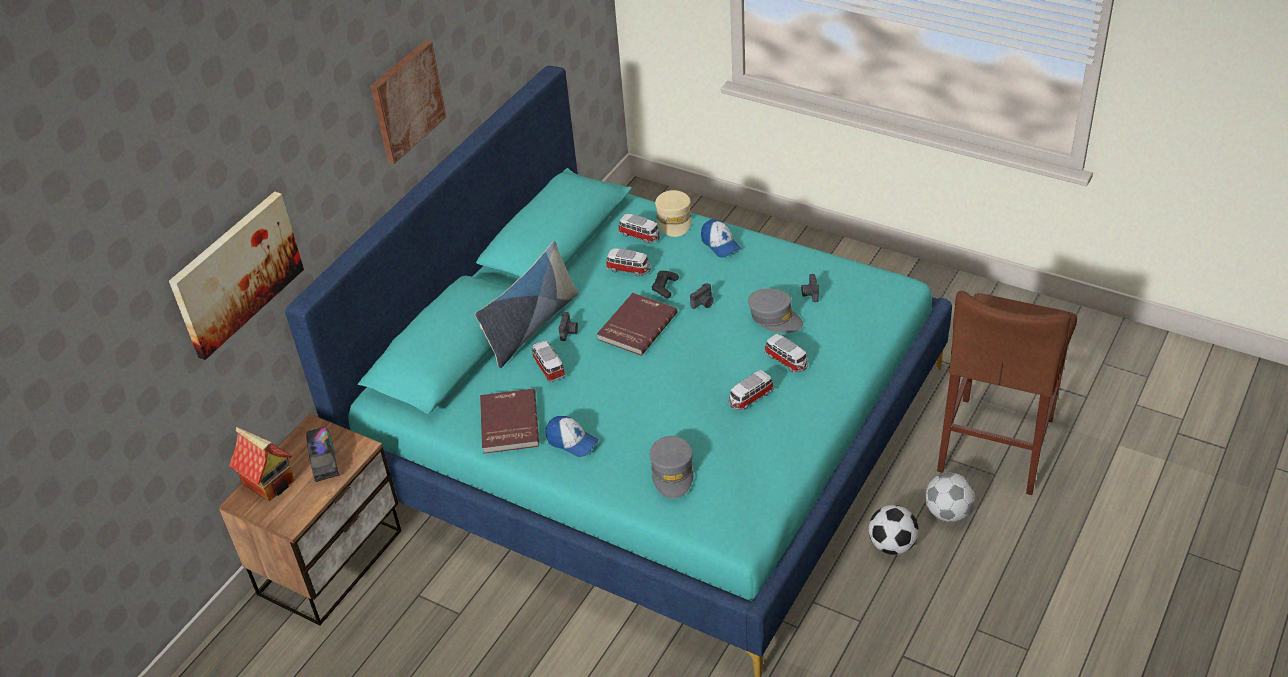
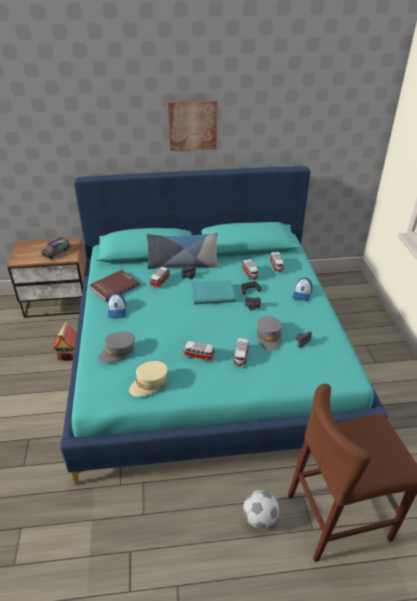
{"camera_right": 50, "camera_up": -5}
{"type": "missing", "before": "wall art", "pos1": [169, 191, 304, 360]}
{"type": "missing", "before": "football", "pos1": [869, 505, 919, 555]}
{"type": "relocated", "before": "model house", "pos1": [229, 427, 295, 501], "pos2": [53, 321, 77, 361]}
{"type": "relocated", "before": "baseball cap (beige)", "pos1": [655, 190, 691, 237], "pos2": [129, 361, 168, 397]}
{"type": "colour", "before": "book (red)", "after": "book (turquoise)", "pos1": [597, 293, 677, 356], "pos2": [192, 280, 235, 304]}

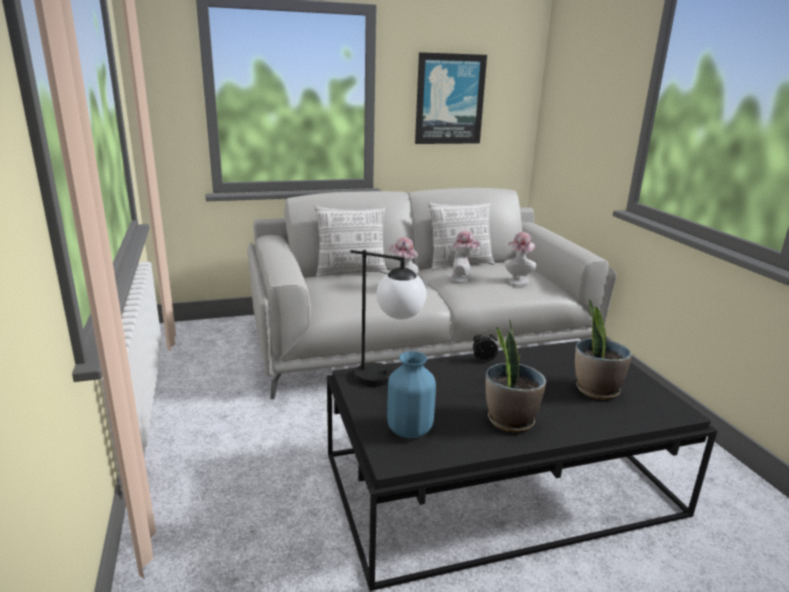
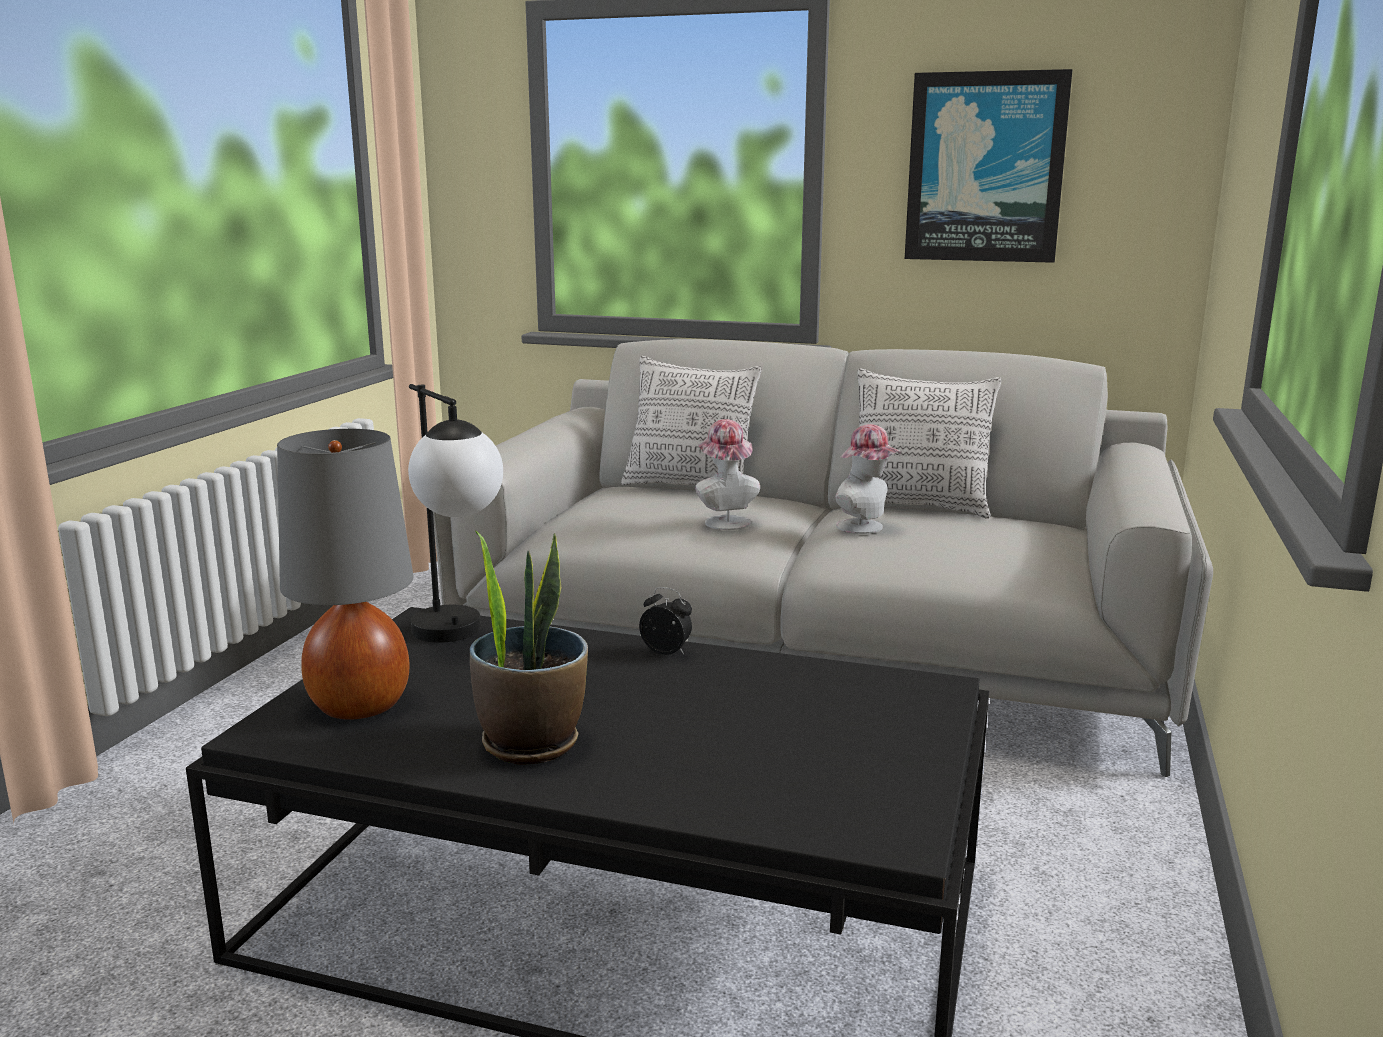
{"camera_right": 35, "camera_up": -5}
{"type": "missing", "before": "wearable hat", "pos1": [504, 232, 536, 285]}
{"type": "missing", "before": "houseplant", "pos1": [575, 299, 632, 400]}
{"type": "exchanged", "before": "vase (bluish)", "after": "tabletop lamp (gray)", "pos1": [387, 351, 436, 438], "pos2": [277, 429, 414, 720]}

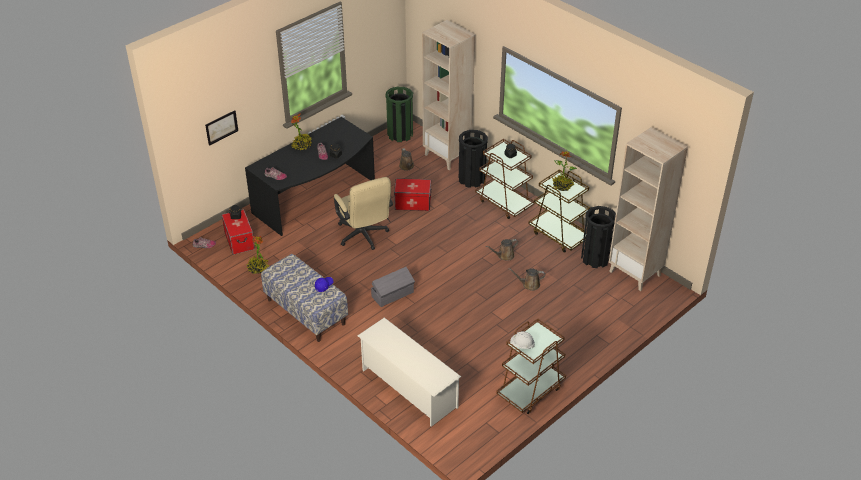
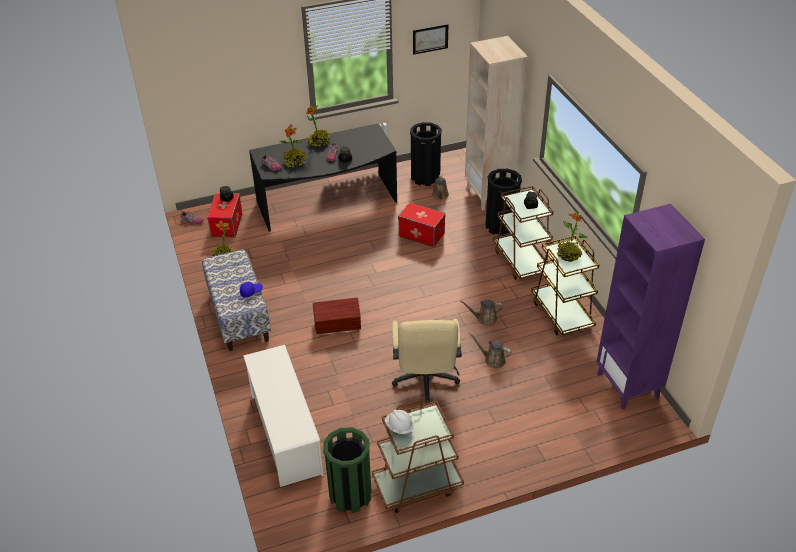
{"camera_right": 25, "camera_up": 0}
{"type": "appeared", "after": "houseplant", "pos2": [280, 124, 305, 168]}
{"type": "relocated", "before": "wall art", "pos1": [205, 110, 238, 146], "pos2": [413, 24, 448, 55]}
{"type": "relocated", "before": "desk chair (beige)", "pos1": [334, 177, 393, 250], "pos2": [392, 319, 462, 403]}
{"type": "relocated", "before": "rubbish bin (greenish)", "pos1": [385, 87, 413, 142], "pos2": [323, 427, 372, 513]}
{"type": "relocated", "before": "rubbish bin (black-coloured)", "pos1": [581, 206, 616, 268], "pos2": [410, 122, 442, 186]}
{"type": "colour", "before": "storage container (gray)", "after": "storage container (brown-coloured)", "pos1": [371, 267, 415, 307], "pos2": [313, 298, 361, 334]}
{"type": "colour", "before": "bookshelf (beige)", "after": "bookshelf (purple)", "pos1": [609, 127, 688, 291], "pos2": [596, 204, 705, 409]}

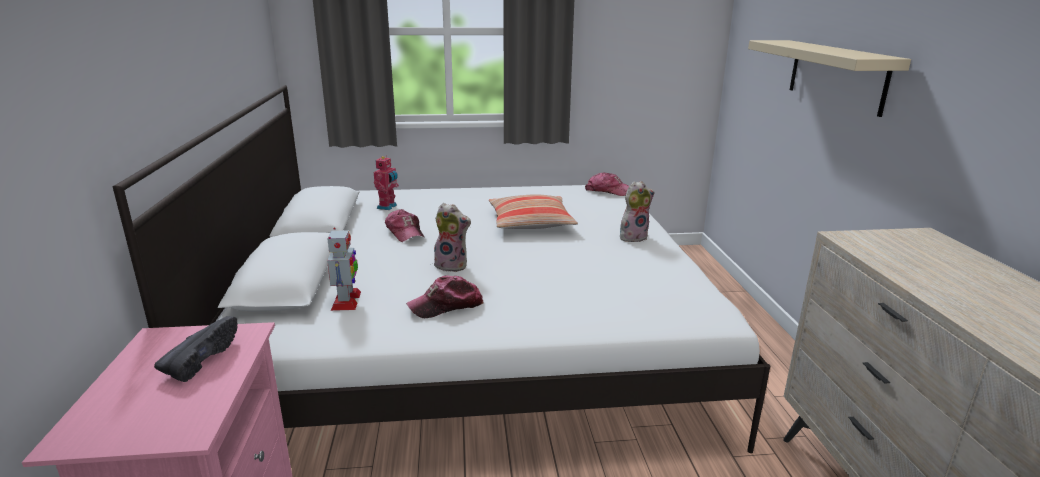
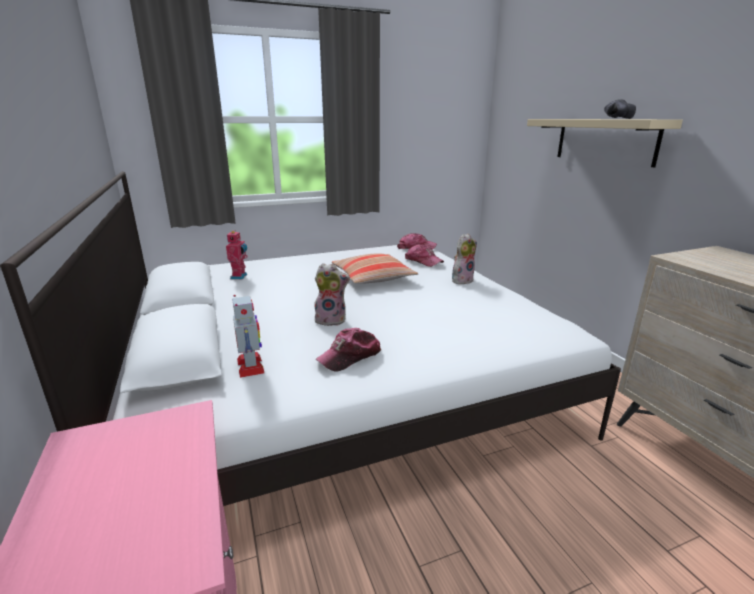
{"camera_right": -15, "camera_up": 0}
{"type": "relocated", "before": "item of footwear (black-coloured)", "pos1": [154, 316, 237, 382], "pos2": [604, 99, 636, 119]}
{"type": "relocated", "before": "baseball cap", "pos1": [385, 209, 424, 242], "pos2": [405, 244, 444, 267]}

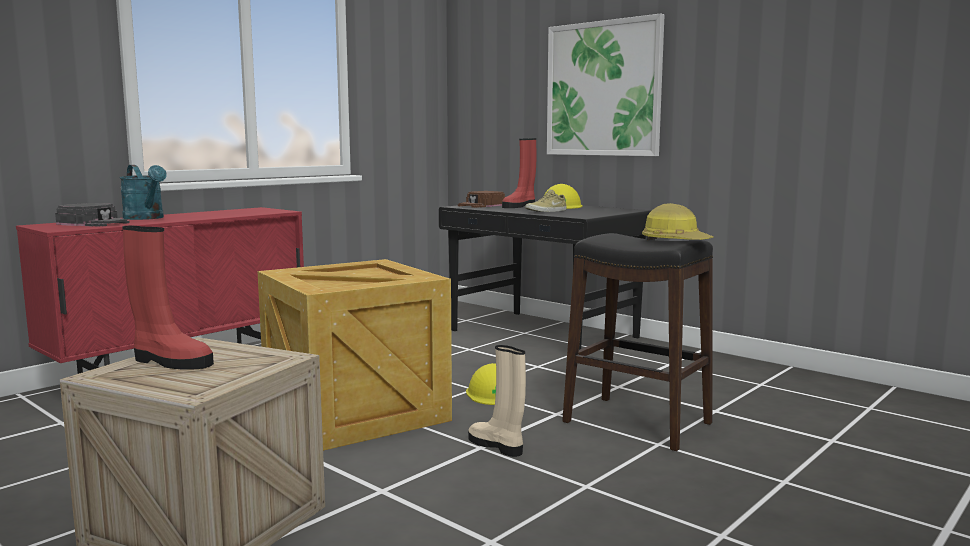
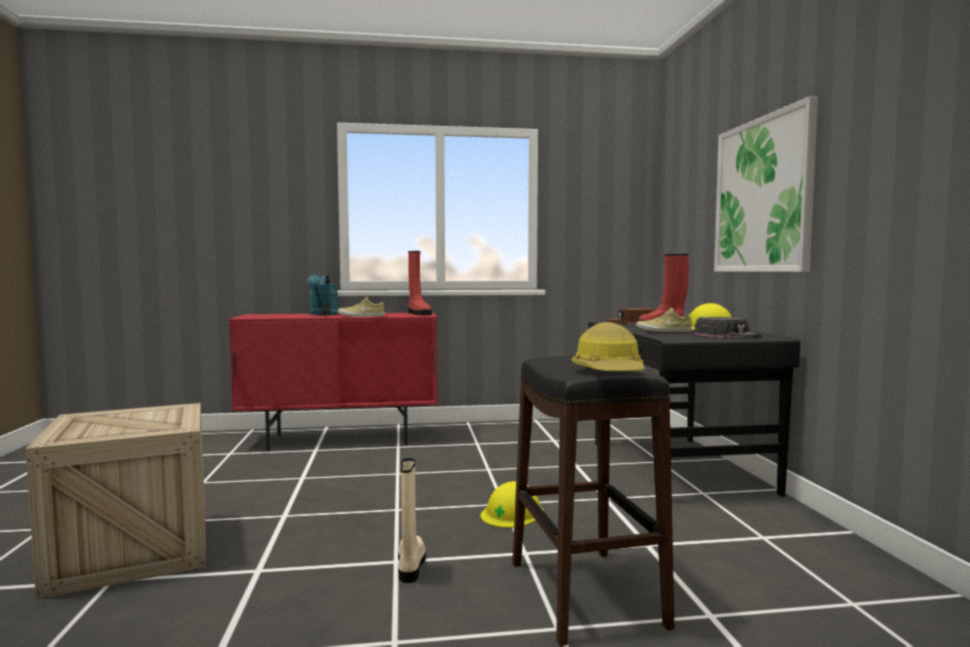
{"camera_right": 40, "camera_up": -5}
{"type": "missing", "before": "crate", "pos1": [257, 259, 452, 451]}
{"type": "appeared", "after": "item of footwear (beige)", "pos2": [338, 296, 385, 317]}
{"type": "relocated", "before": "baseball cap (black-coloured)", "pos1": [55, 203, 130, 227], "pos2": [695, 317, 762, 339]}
{"type": "relocated", "before": "high-top boot (red)", "pos1": [122, 226, 214, 369], "pos2": [408, 251, 432, 315]}

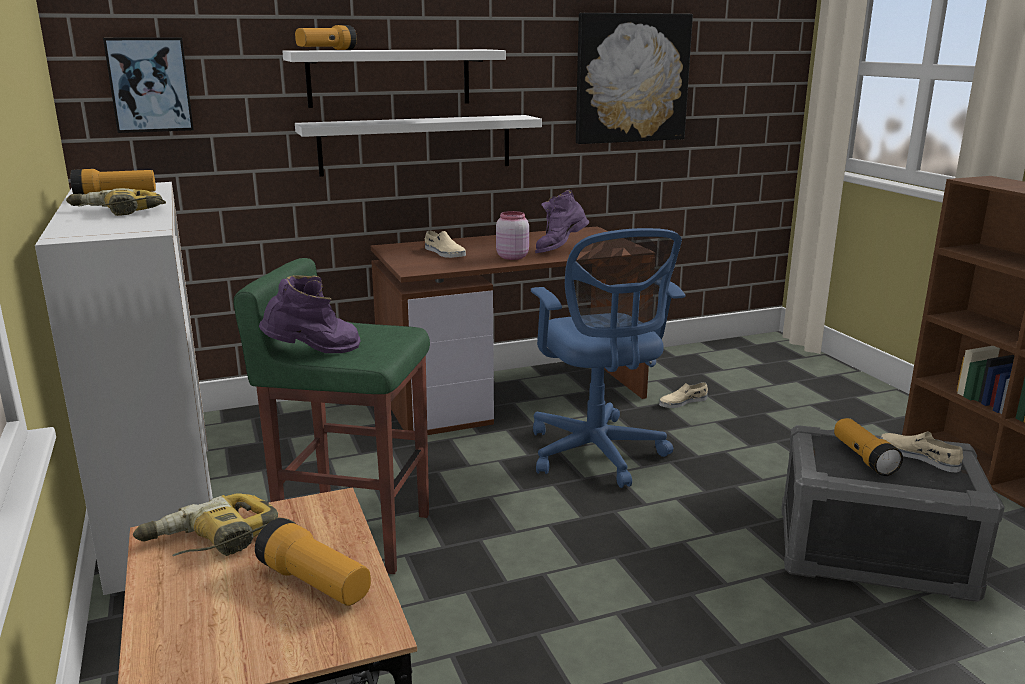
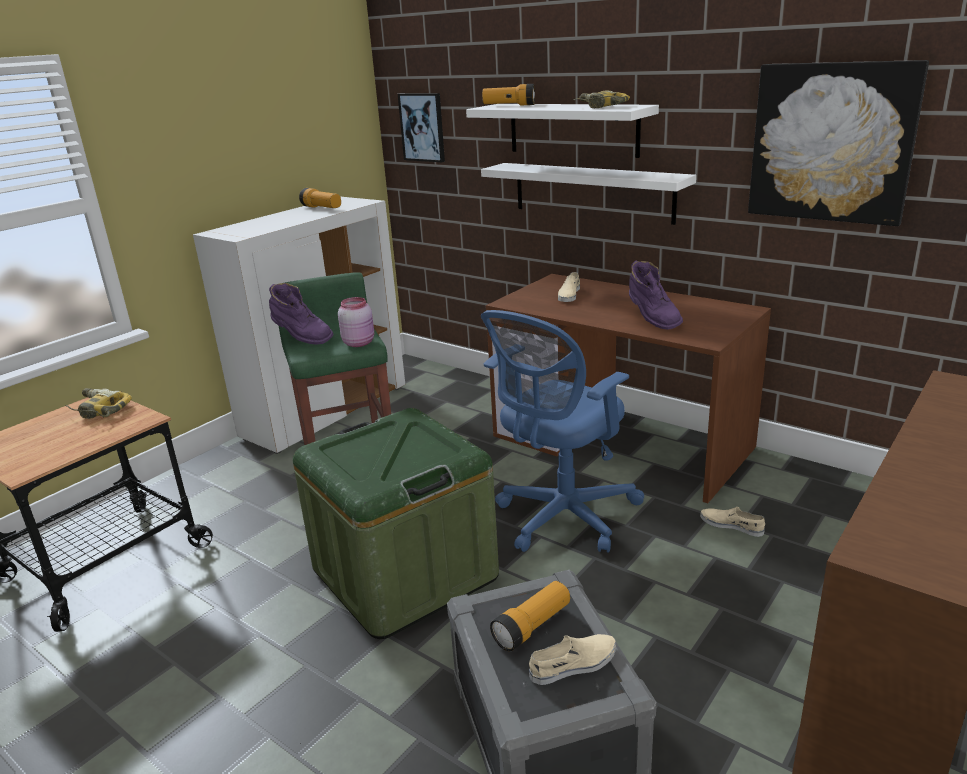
{"camera_right": 60, "camera_up": 5}
{"type": "missing", "before": "hand torch", "pos1": [255, 518, 371, 606]}
{"type": "appeared", "after": "storage container (greenish)", "pos2": [293, 408, 499, 639]}
{"type": "relocated", "before": "electric drill", "pos1": [66, 188, 166, 216], "pos2": [573, 91, 630, 108]}
{"type": "relocated", "before": "jar (pinkish)", "pos1": [496, 211, 529, 260], "pos2": [338, 297, 374, 347]}
{"type": "spun", "before": "high-top boot (purple)", "pos1": [535, 190, 589, 253], "pos2": [629, 260, 683, 330], "turn": -135}
{"type": "spun", "before": "item of footwear (beige)", "pos1": [880, 431, 963, 473], "pos2": [529, 634, 616, 685], "turn": 45}

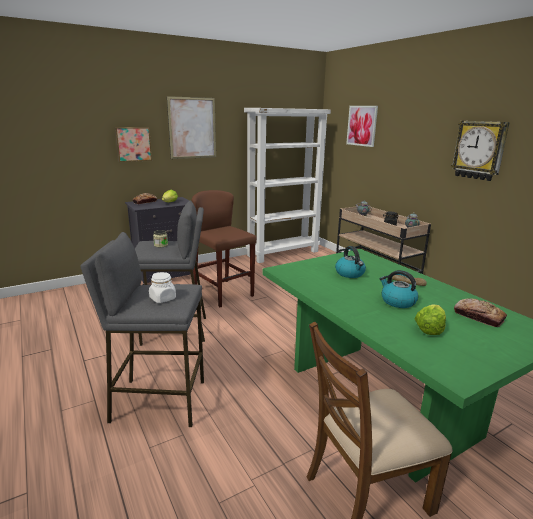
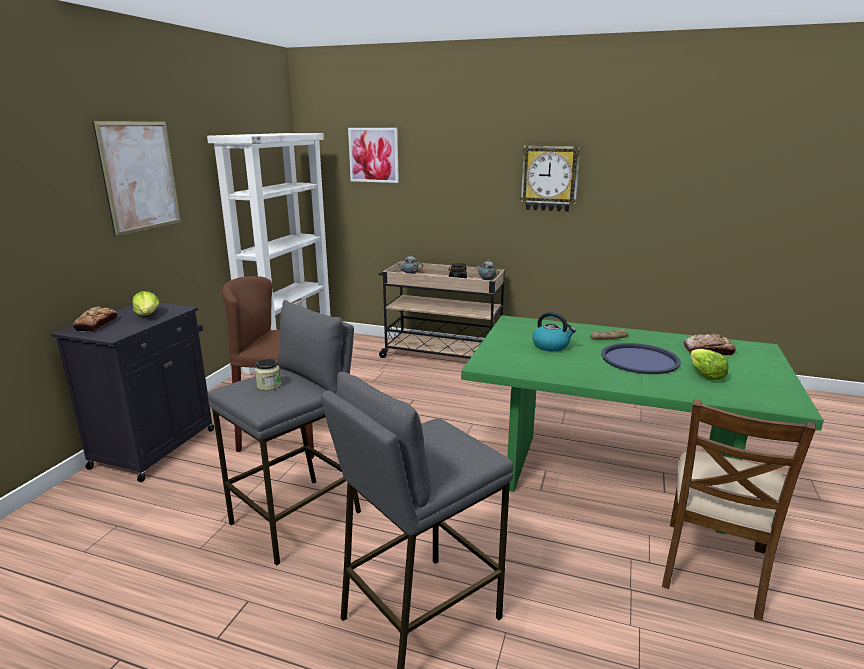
{"camera_right": -40, "camera_up": 0}
{"type": "missing", "before": "wall art", "pos1": [115, 127, 152, 162]}
{"type": "missing", "before": "jar (white)", "pos1": [149, 272, 176, 303]}
{"type": "exchanged", "before": "tea kettle", "after": "carrying tray (bluish)", "pos1": [380, 270, 418, 308], "pos2": [601, 343, 681, 374]}

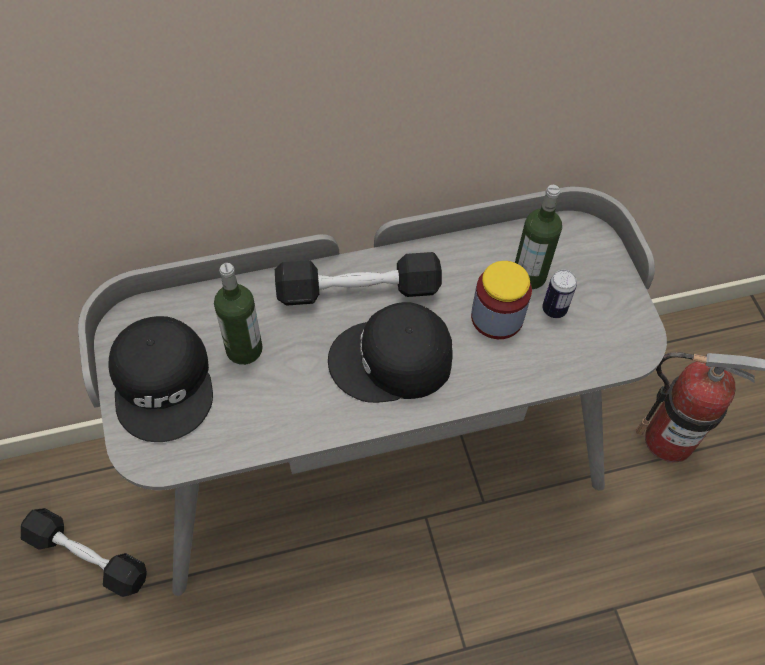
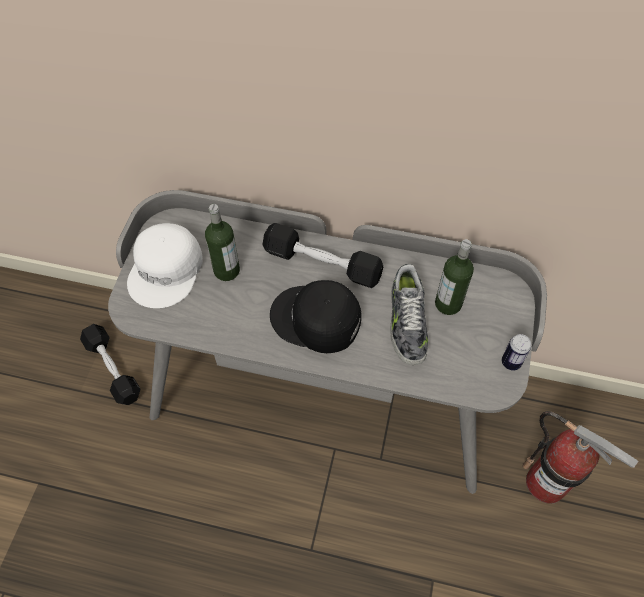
{"camera_right": 30, "camera_up": 0}
{"type": "relocated", "before": "metal can", "pos1": [542, 270, 577, 318], "pos2": [502, 334, 531, 370]}
{"type": "exchanged", "before": "jar", "after": "item of footwear", "pos1": [471, 261, 532, 339], "pos2": [390, 264, 428, 365]}
{"type": "colour", "before": "baseball cap (black-coloured)", "after": "baseball cap (white)", "pos1": [109, 316, 213, 442], "pos2": [127, 223, 203, 308]}

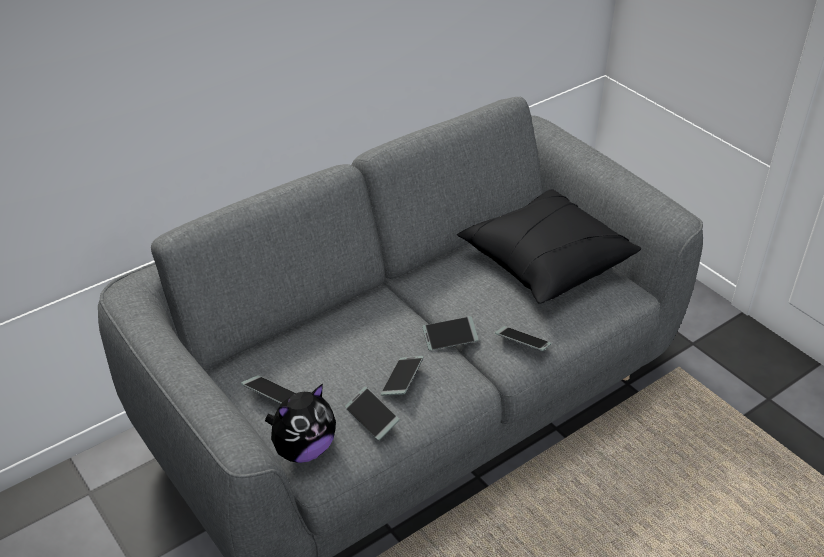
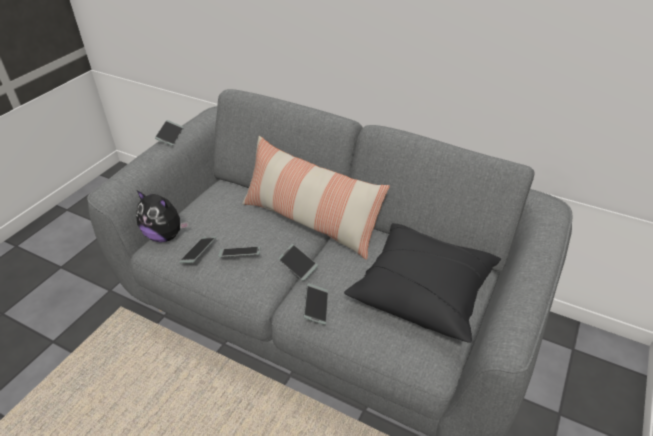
{"camera_right": 65, "camera_up": 0}
{"type": "appeared", "after": "cushion", "pos2": [242, 136, 390, 260]}
{"type": "relocated", "before": "handset", "pos1": [241, 375, 296, 404], "pos2": [155, 120, 184, 146]}

